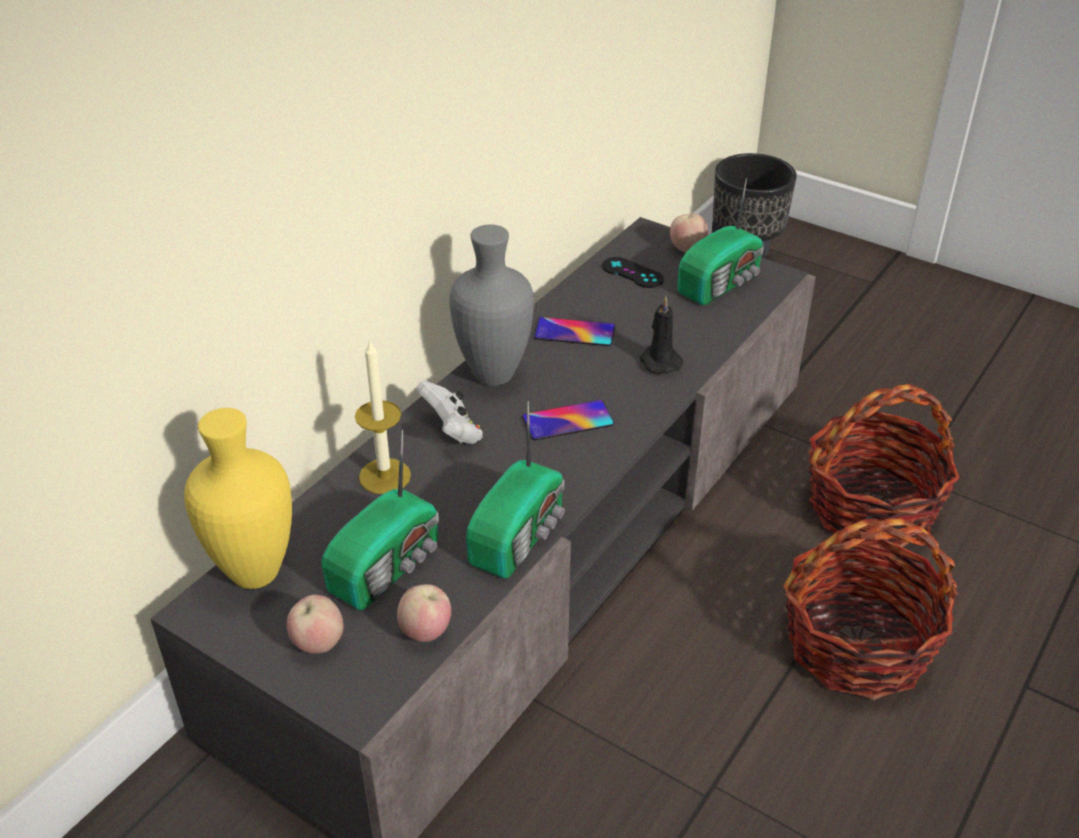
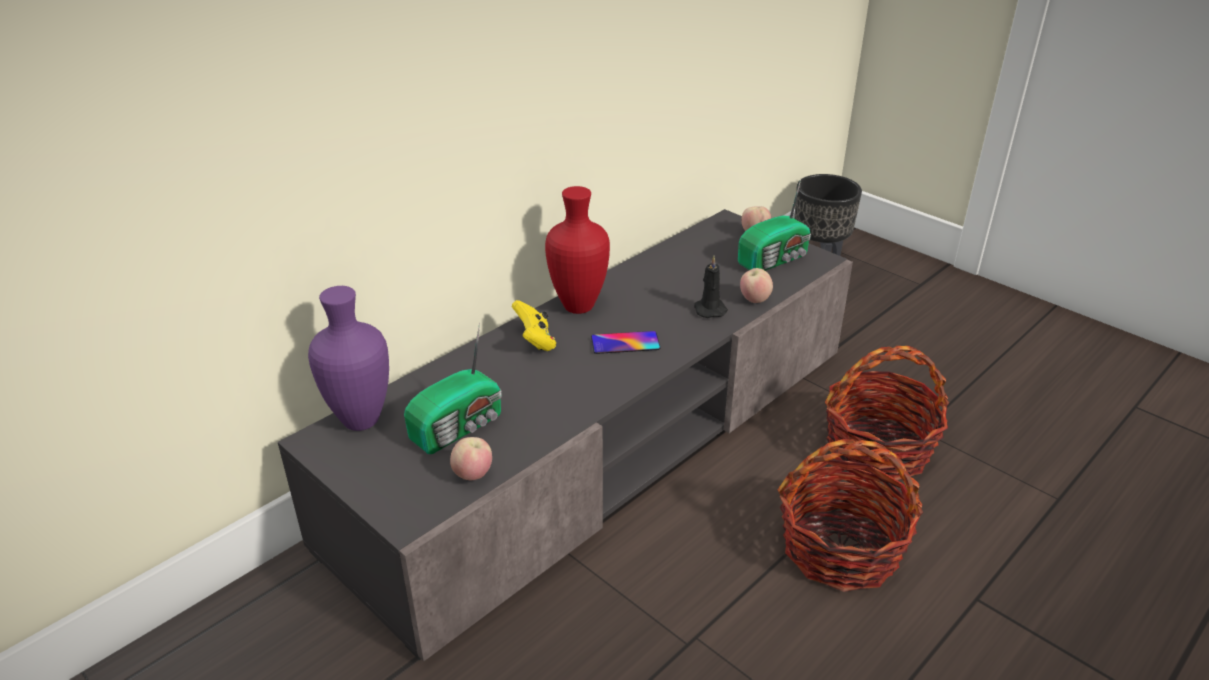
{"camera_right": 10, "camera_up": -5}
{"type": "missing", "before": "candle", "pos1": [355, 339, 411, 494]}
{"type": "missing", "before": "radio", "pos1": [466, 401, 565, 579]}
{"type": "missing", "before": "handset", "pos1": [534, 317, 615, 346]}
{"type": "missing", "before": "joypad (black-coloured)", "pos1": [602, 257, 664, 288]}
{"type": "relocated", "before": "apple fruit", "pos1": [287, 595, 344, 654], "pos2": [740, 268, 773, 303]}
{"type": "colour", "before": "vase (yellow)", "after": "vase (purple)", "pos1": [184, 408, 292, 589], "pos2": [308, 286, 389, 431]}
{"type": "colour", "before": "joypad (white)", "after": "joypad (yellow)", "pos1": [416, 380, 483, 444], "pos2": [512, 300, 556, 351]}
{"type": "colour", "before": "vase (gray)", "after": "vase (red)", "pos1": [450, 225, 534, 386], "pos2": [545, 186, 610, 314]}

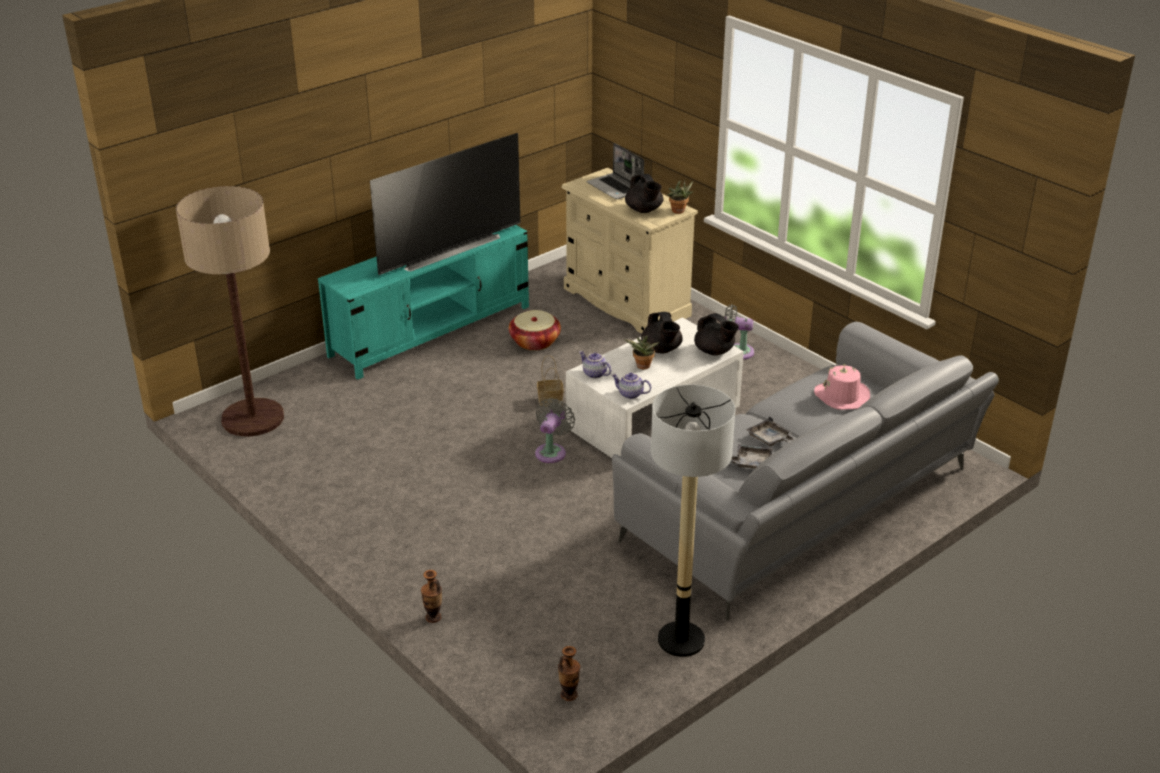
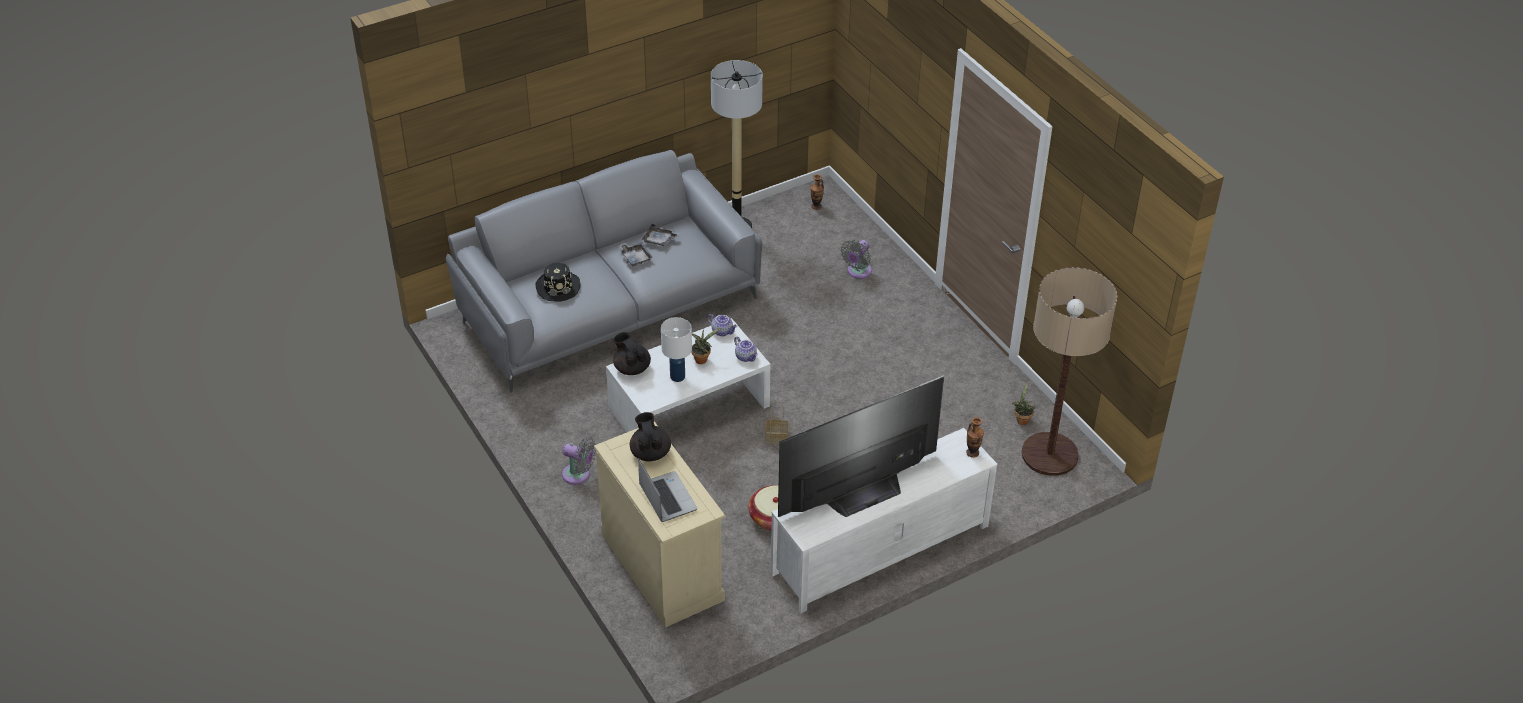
{"camera_right": -170, "camera_up": 10}
{"type": "relocated", "before": "vase", "pos1": [421, 570, 442, 623], "pos2": [966, 417, 984, 458]}
{"type": "relocated", "before": "cooling fan (gray)", "pos1": [535, 398, 575, 463], "pos2": [840, 240, 872, 279]}
{"type": "relocated", "before": "houseplant", "pos1": [667, 180, 694, 214], "pos2": [1011, 381, 1036, 425]}
{"type": "exchanged", "before": "pot for tea (black-coloured)", "after": "tabletop lamp (white)", "pos1": [641, 312, 683, 353], "pos2": [661, 317, 692, 382]}
{"type": "colour", "before": "tv unit (turquoise)", "after": "tv unit (white)", "pos1": [318, 225, 529, 380], "pos2": [771, 428, 998, 614]}
{"type": "colour", "before": "wearable hat (pinkish)", "after": "wearable hat (black-coloured)", "pos1": [814, 364, 870, 410], "pos2": [535, 263, 580, 302]}

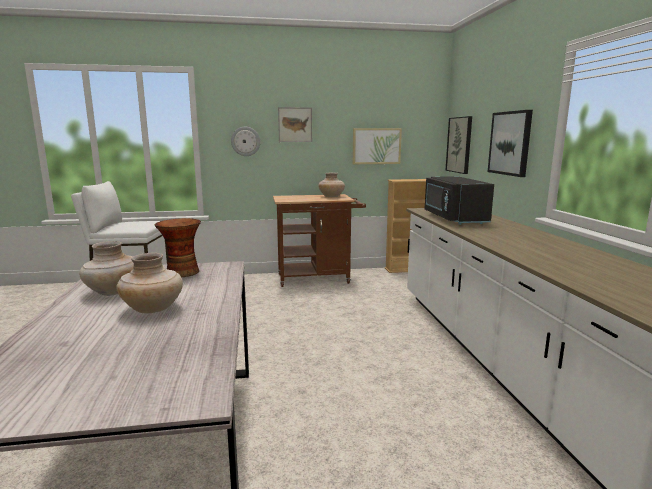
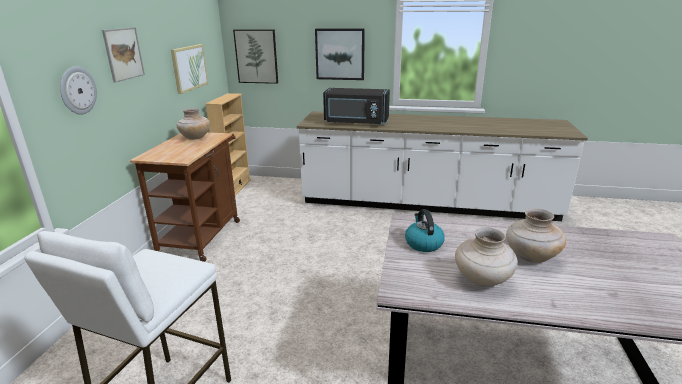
{"camera_right": -70, "camera_up": 10}
{"type": "exchanged", "before": "vase", "after": "tea kettle", "pos1": [155, 218, 201, 277], "pos2": [405, 209, 445, 252]}

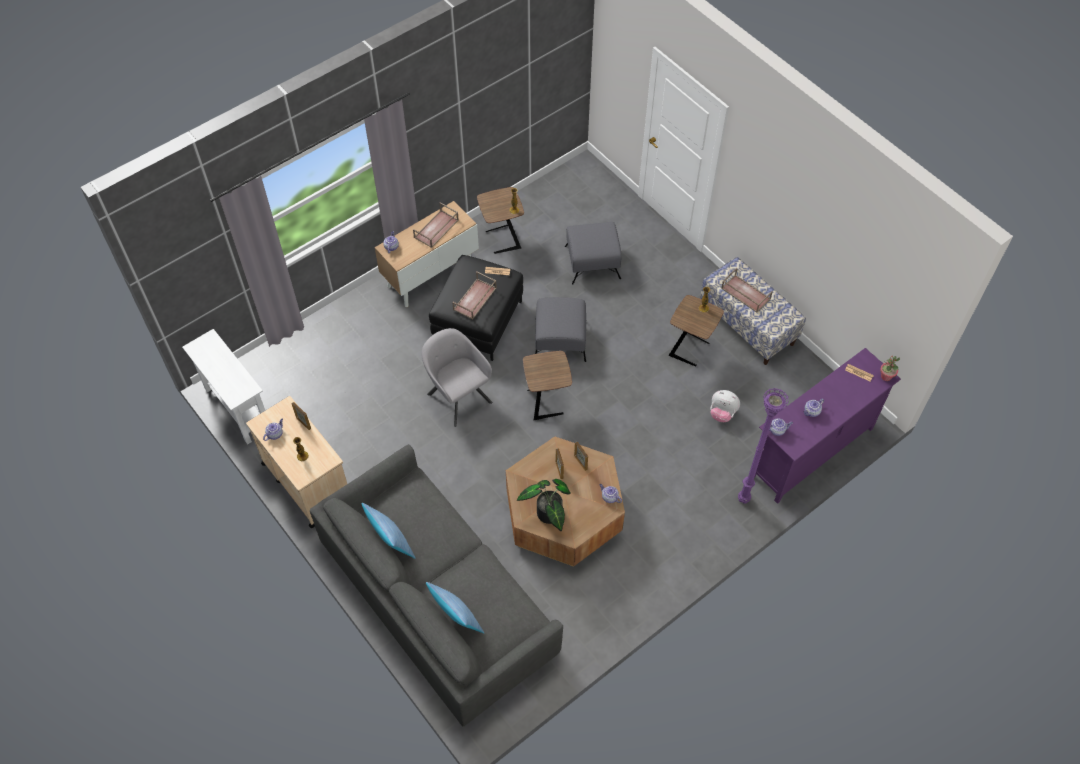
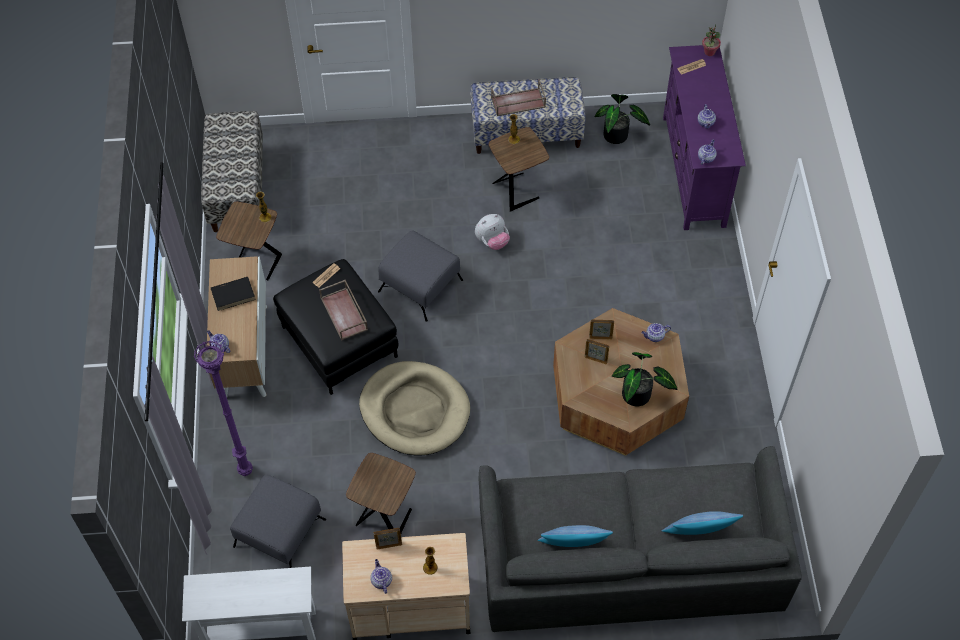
{"camera_right": -55, "camera_up": 0}
{"type": "appeared", "after": "long seat", "pos2": [201, 111, 263, 232]}
{"type": "appeared", "after": "houseplant", "pos2": [594, 94, 650, 144]}
{"type": "relocated", "before": "accent table (brown-coloured)", "pos1": [523, 351, 572, 420], "pos2": [346, 453, 416, 533]}
{"type": "relocated", "before": "ottoman (gray)", "pos1": [565, 222, 622, 285], "pos2": [230, 475, 326, 568]}
{"type": "relocated", "before": "soft toy", "pos1": [711, 390, 740, 422], "pos2": [475, 214, 510, 250]}
{"type": "relocated", "before": "standing lamp (purple)", "pos1": [738, 388, 789, 504], "pos2": [194, 341, 253, 476]}
{"type": "exchanged", "before": "carrying tray (brown-coloured)", "after": "book (black-coloured)", "pos1": [413, 202, 459, 248], "pos2": [211, 277, 256, 311]}
{"type": "exchanged", "before": "easy chair (gray)", "after": "dog cushion (beige)", "pos1": [421, 328, 493, 427], "pos2": [359, 361, 470, 455]}

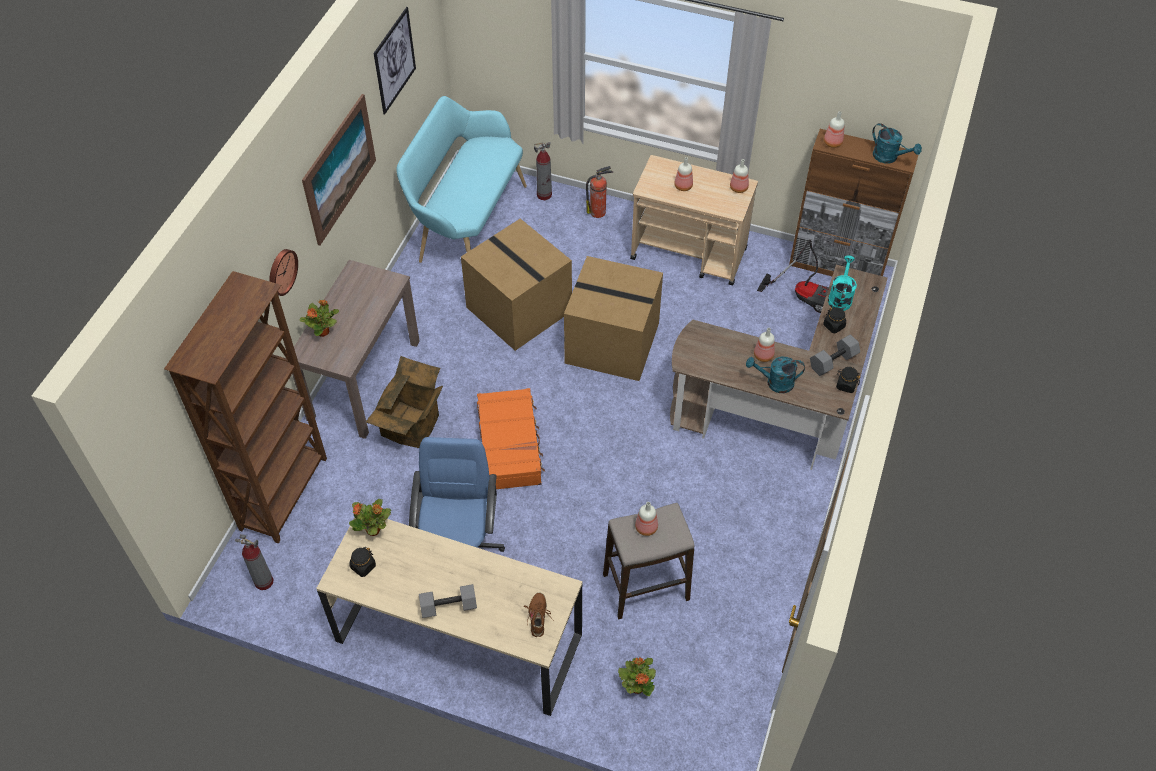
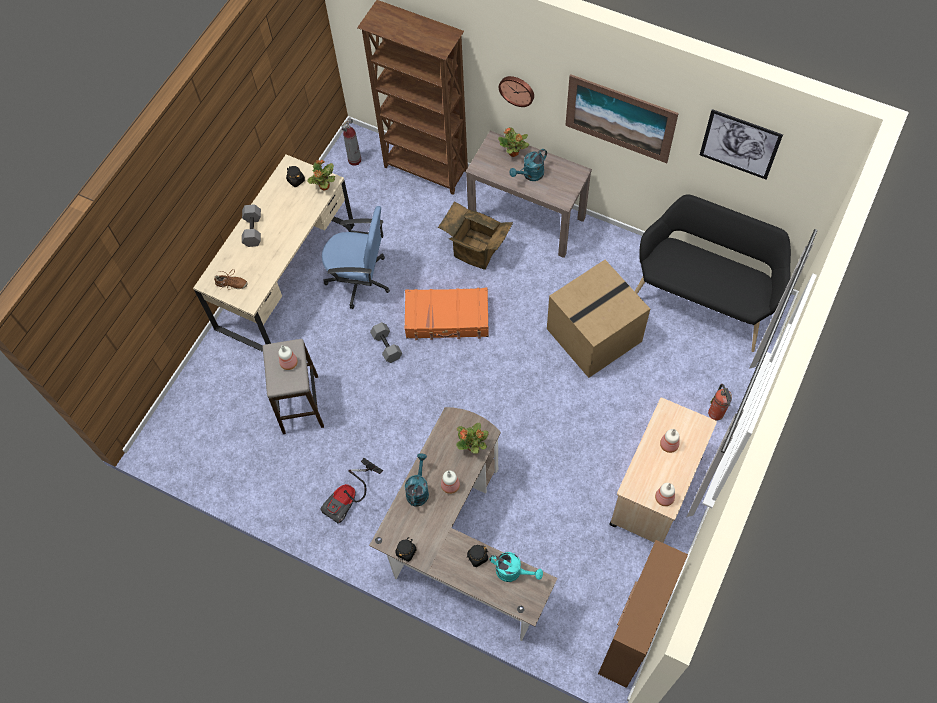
{"camera_right": 100, "camera_up": 10}
{"type": "missing", "before": "fire extinguisher", "pos1": [534, 142, 552, 200]}
{"type": "missing", "before": "packing box", "pos1": [564, 256, 663, 381]}
{"type": "missing", "before": "drink bottle", "pos1": [824, 111, 845, 148]}
{"type": "relocated", "before": "houseplant", "pos1": [618, 657, 656, 696], "pos2": [456, 423, 489, 454]}
{"type": "relocated", "before": "vacuum", "pos1": [757, 240, 829, 313], "pos2": [320, 458, 383, 523]}
{"type": "relocated", "before": "dumbbell (gray)", "pos1": [810, 334, 860, 376], "pos2": [370, 322, 402, 363]}
{"type": "relocated", "before": "watering can (turquoise)", "pos1": [872, 123, 922, 163], "pos2": [509, 149, 547, 181]}
{"type": "colour", "before": "long seat (turquoise)", "after": "long seat (black-coloured)", "pos1": [397, 96, 527, 263], "pos2": [635, 194, 791, 352]}

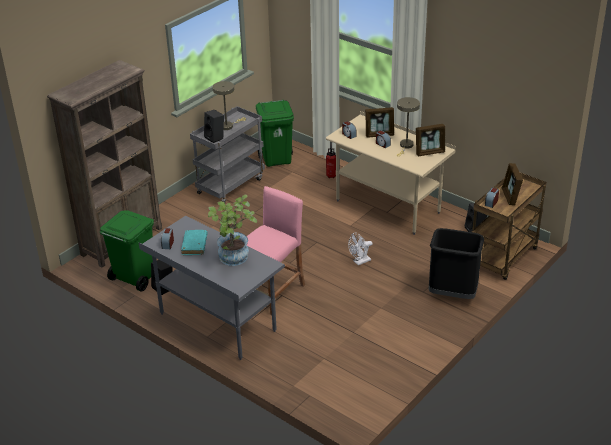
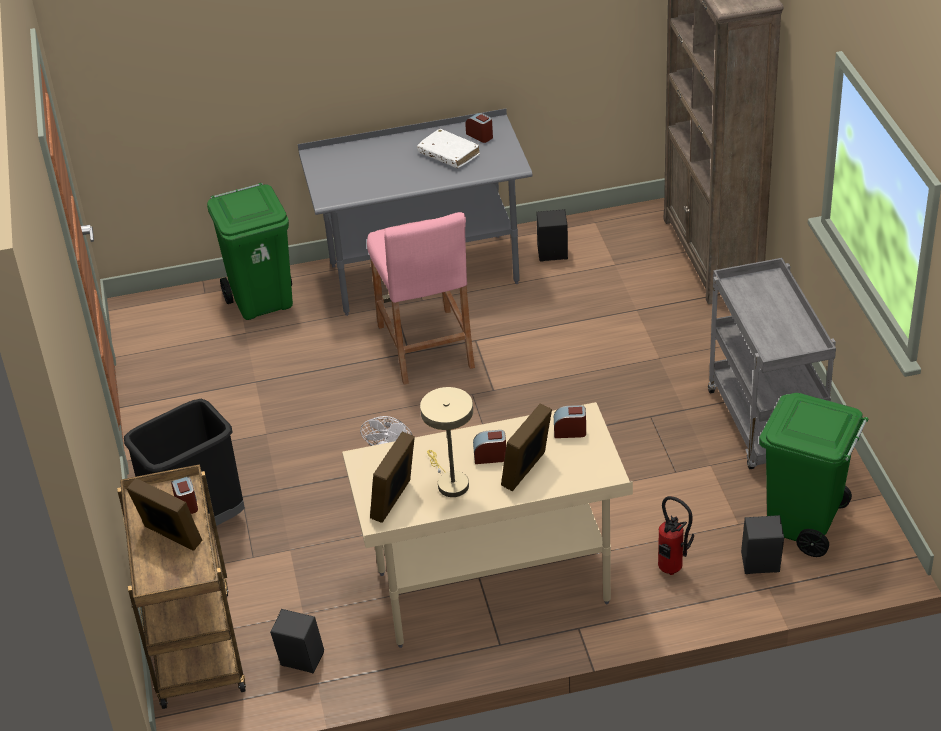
{"camera_right": 130, "camera_up": 5}
{"type": "missing", "before": "houseplant", "pos1": [208, 194, 257, 266]}
{"type": "missing", "before": "tabletop lamp (beige)", "pos1": [213, 81, 246, 130]}
{"type": "relocated", "before": "rubbish bin (greenish)", "pos1": [99, 210, 154, 292], "pos2": [207, 183, 293, 320]}
{"type": "relocated", "before": "speaker (black-coloured)", "pos1": [204, 110, 224, 143], "pos2": [741, 515, 784, 574]}
{"type": "colour", "before": "book (turquoise)", "after": "book (white)", "pos1": [181, 230, 208, 255], "pos2": [417, 129, 480, 168]}

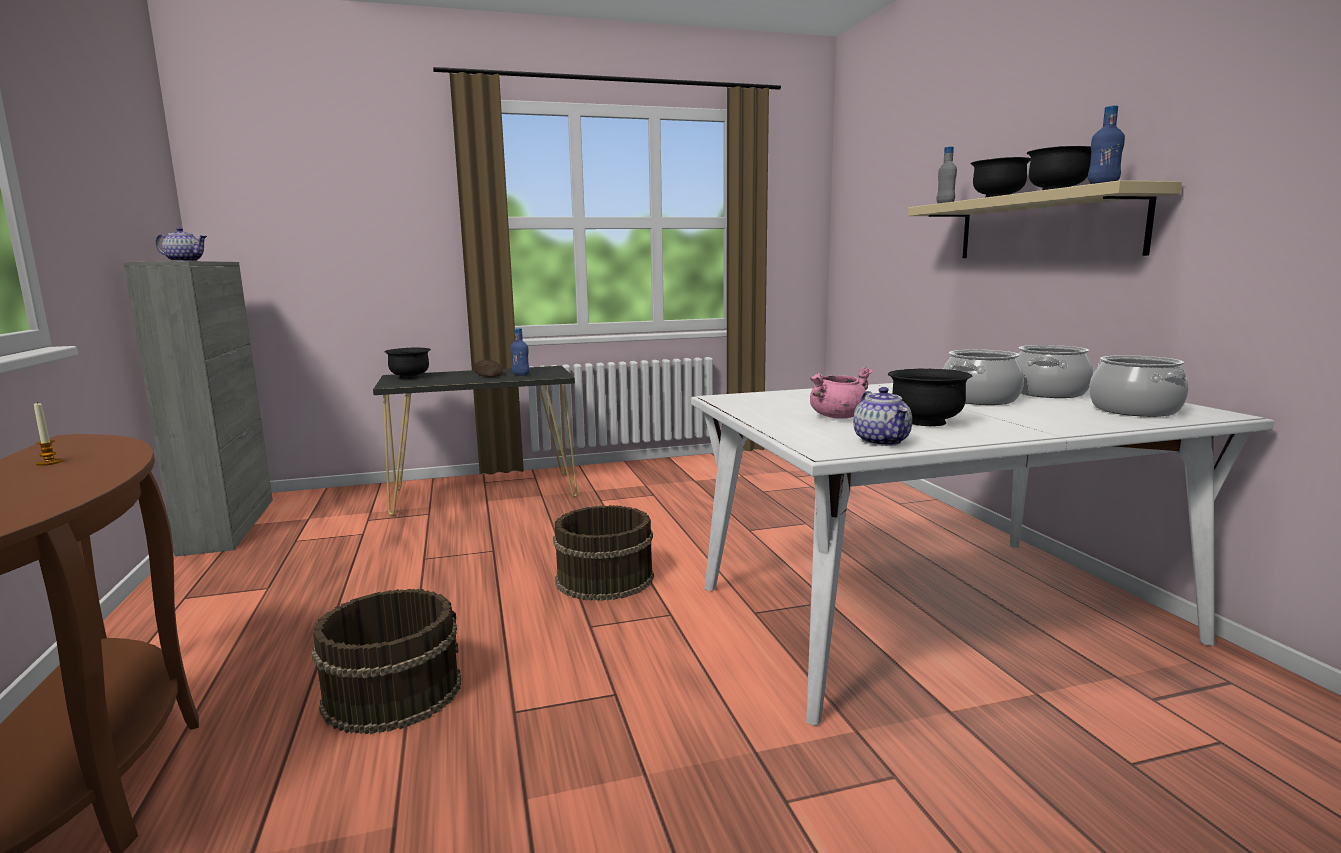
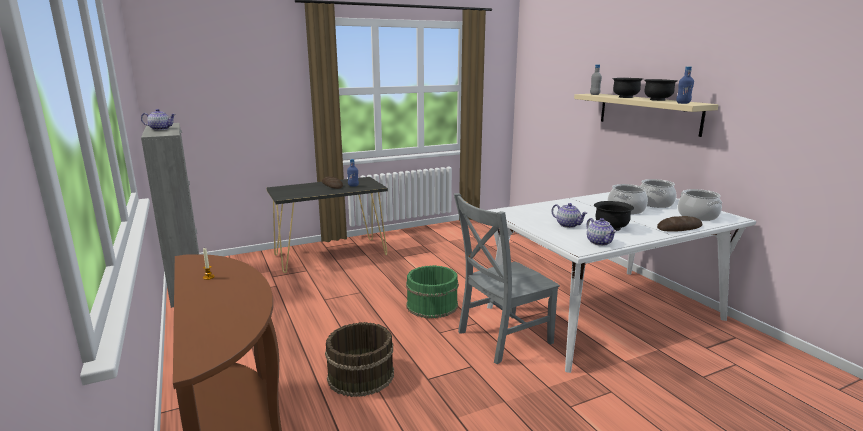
{"camera_right": -10, "camera_up": 5}
{"type": "missing", "before": "bowl (black-coloured)", "pos1": [384, 348, 431, 379]}
{"type": "appeared", "after": "upright chair (gray)", "pos2": [454, 193, 560, 364]}
{"type": "appeared", "after": "bread", "pos2": [657, 216, 703, 232]}
{"type": "exchanged", "before": "stockpot (pinkish)", "after": "pot for tea", "pos1": [810, 367, 873, 419], "pos2": [551, 203, 588, 228]}
{"type": "colour", "before": "pail (brown-coloured)", "after": "pail (greenish)", "pos1": [553, 505, 654, 601], "pos2": [406, 265, 459, 318]}

